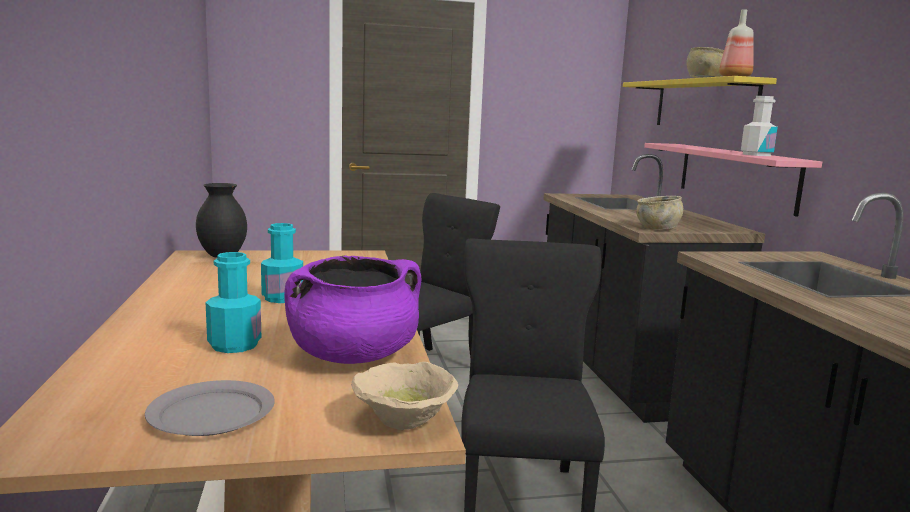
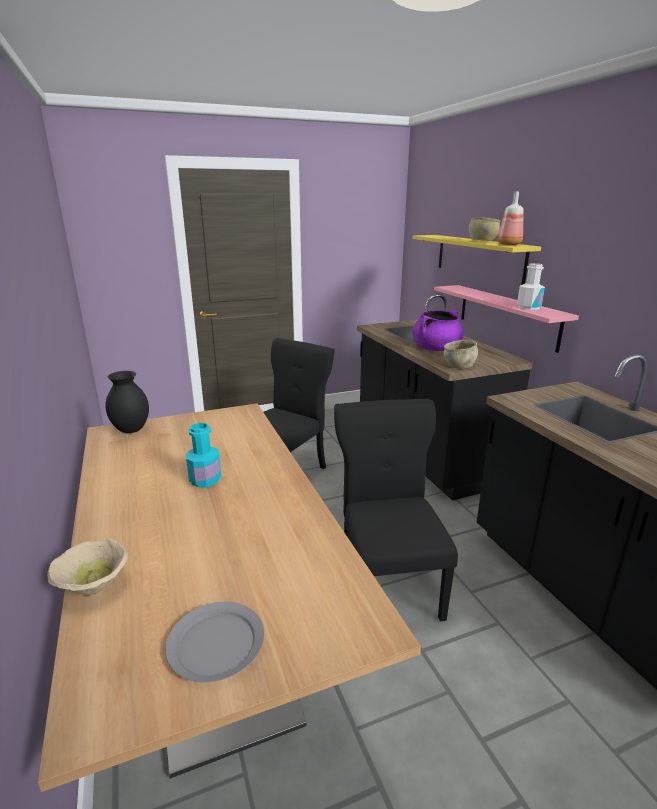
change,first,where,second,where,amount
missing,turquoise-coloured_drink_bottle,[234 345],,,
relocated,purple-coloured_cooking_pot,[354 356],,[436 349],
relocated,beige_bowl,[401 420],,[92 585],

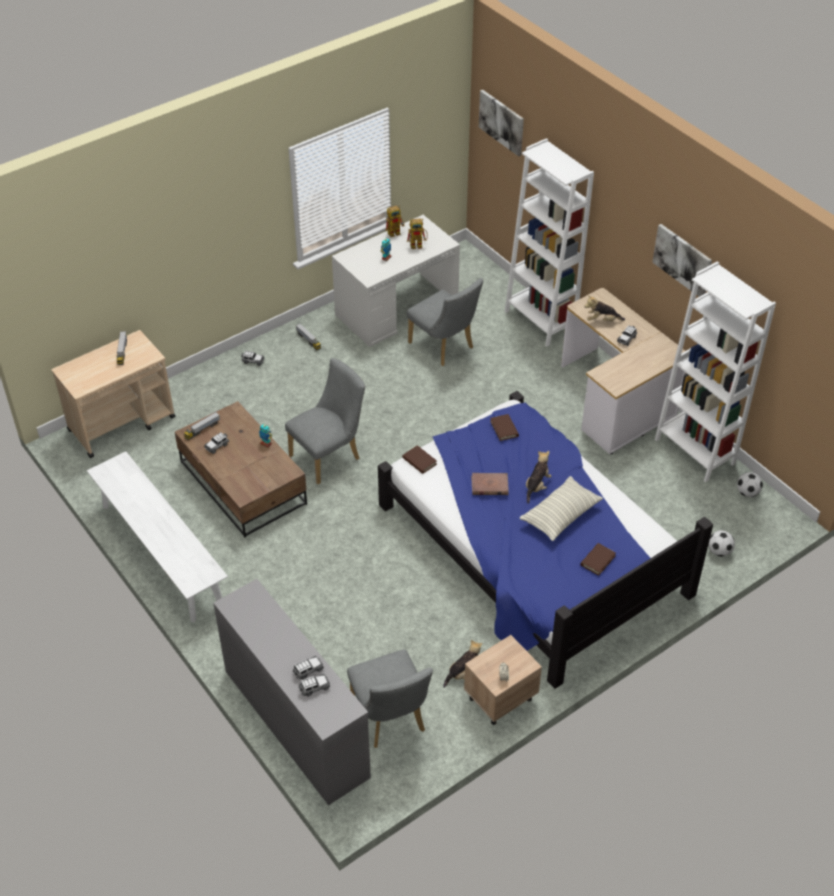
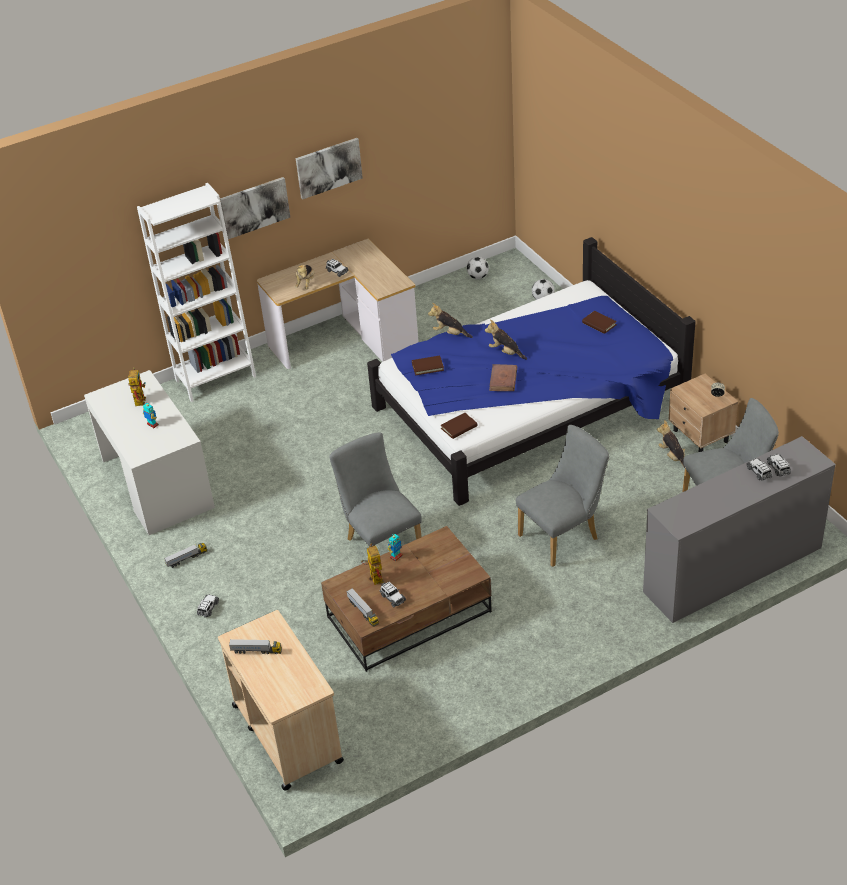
change,first,where,second,where,amount
missing,whitish_indoor_bench,[161 554],,,
relocated,toy_robot,[396 232],,[374 576],
relocated,gray_plain_chair,[444 347],,[563 535],
relocated,picture,[502 122],,[254 207],
missing,throw_pillow,[560 515],,,
missing,whitish_bookcase,[694 451],,,
appeared,,,cuddly_toy,[450 333],

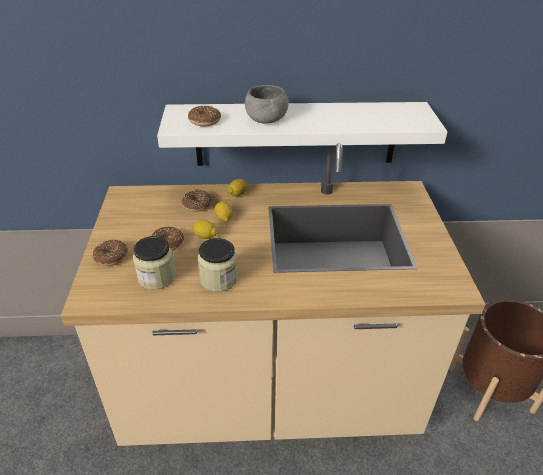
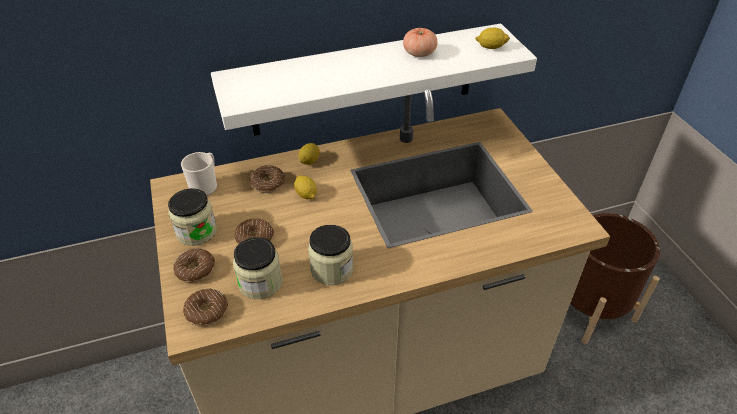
change,first,where,second,where,amount
relocated,donut,[205 121],,[207 312],
relocated,lemon,[205 236],,[491 47],
missing,gray_bowl,[266 120],,,
appeared,,,preserve_jar,[196 231],
appeared,,,tea_mug,[205 186],
appeared,,,fresh_tomato,[419 53],

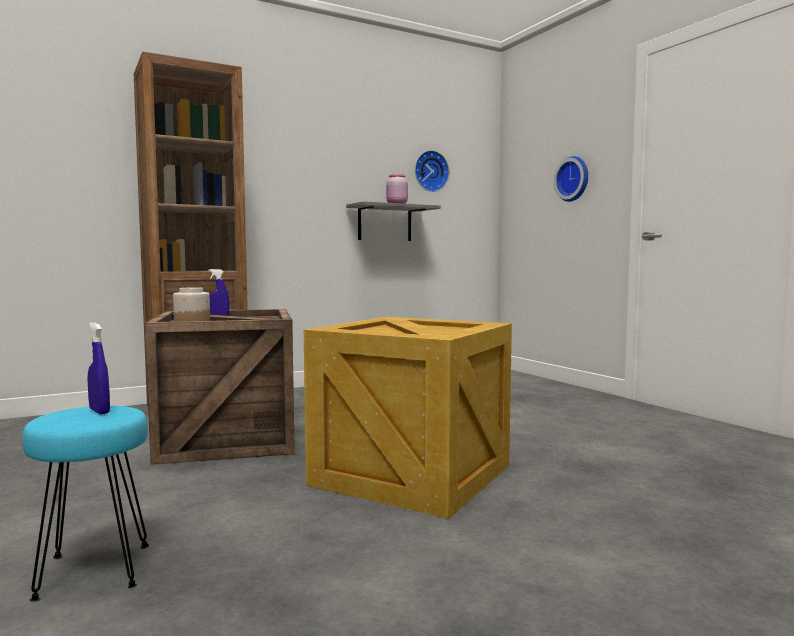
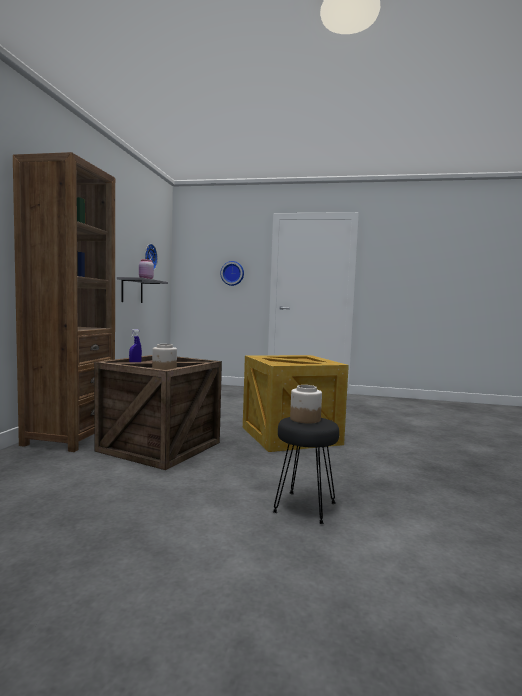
change,first,where,second,where,amount
colour,turquoise-coloured_stool_seat,[94 570],blackish_stool_seat,[304 507],
exchanged,bluish_hand_sprayer,[99 411],preserve_jar,[304 419],

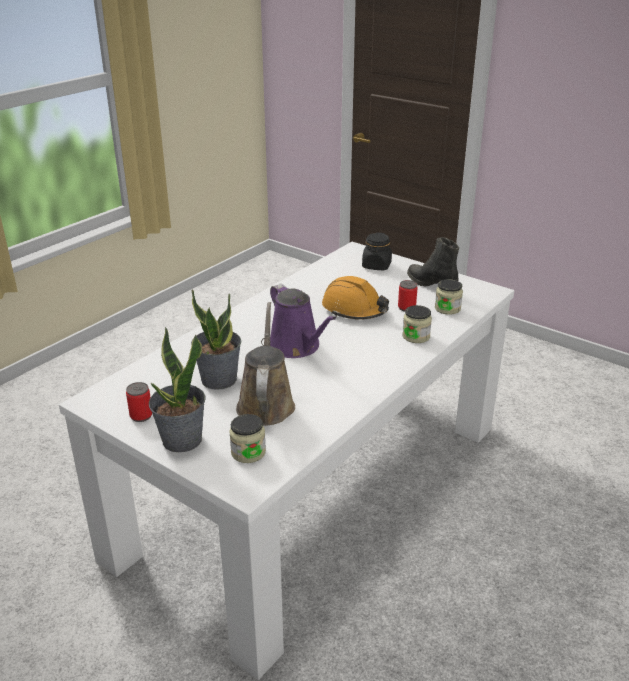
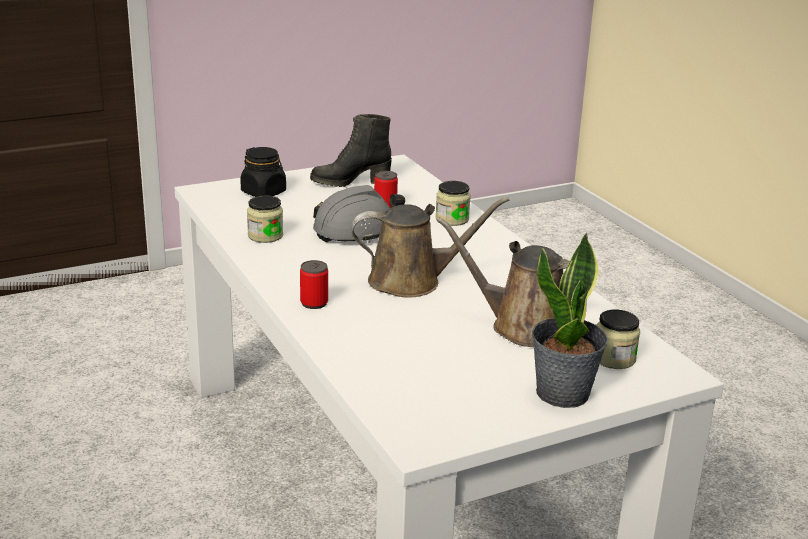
change,first,where,second,where,amount
relocated,sealed_can,[141 416],,[314 303],
missing,plant_in_a_pot,[219 379],,,
colour,purple-coloured_watering_can,[297 347],brown-coloured_watering_can,[412 281],
colour,orange-coloured_safety_helmet,[354 309],gray_safety_helmet,[358 231],
relocated,preserve_jar,[447 308],,[265 236],

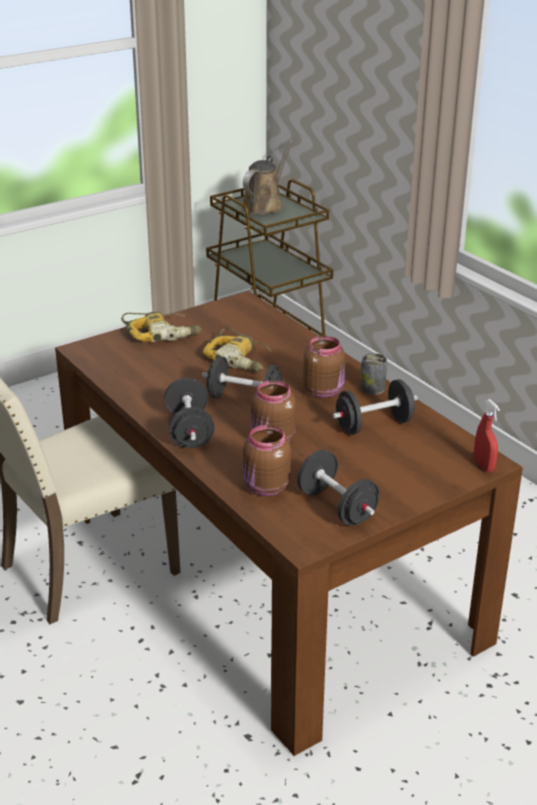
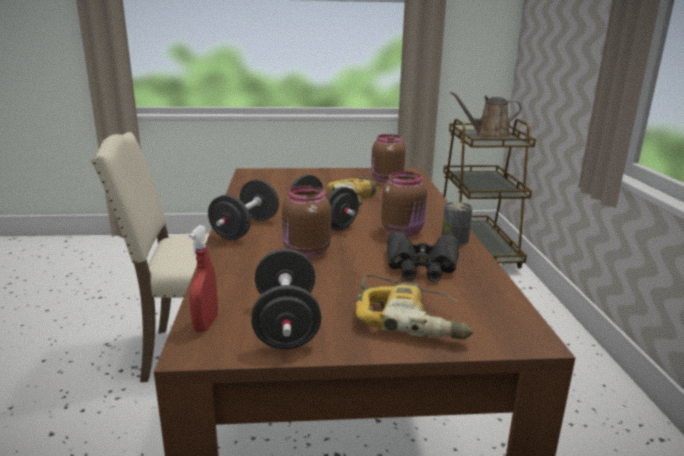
change,first,where,second,where,amount
relocated,drill,[162 333],,[411 319],
spun,brown-coloured_watering_can,[264 205],,[488 135],150 degrees counterclockwise
relocated,brown-coloured_preserve_jar,[265 487],,[386 180],
exchanged,blackish_free_weight,[374 425],blackish_pair_of_binoculars,[421 267],
relocated,red-coloured_hand_sprayer,[483 466],,[206 324],

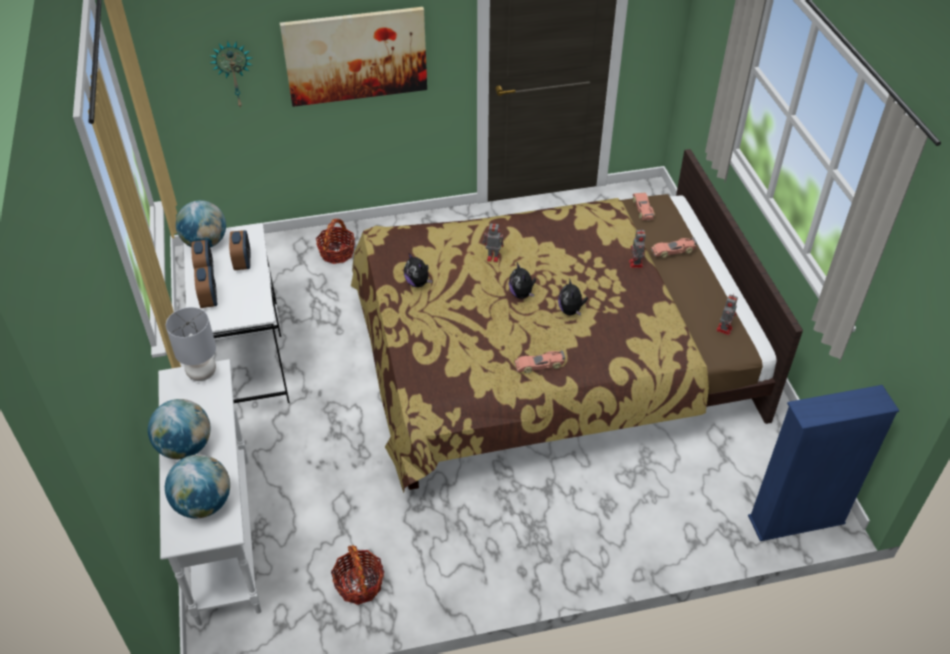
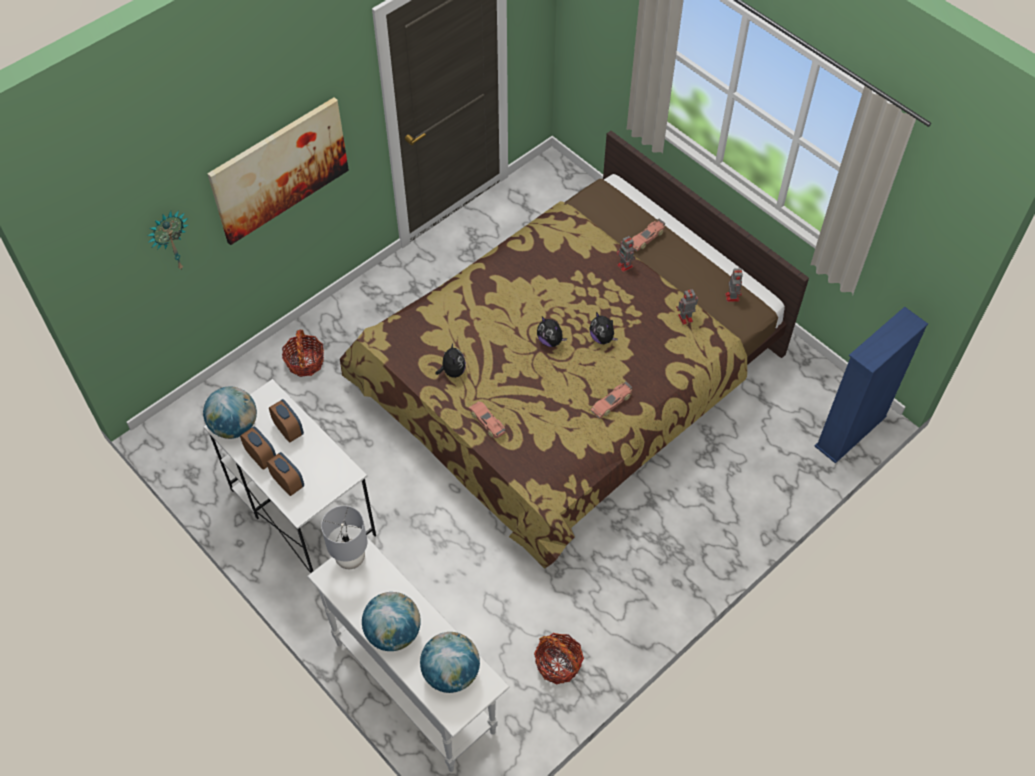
change,first,where,second,where,amount
spun,cuddly_toy,[418 283],,[452 371],120 degrees counterclockwise
relocated,toy_robot,[492 257],,[684 318],
relocated,miniature_car,[643 209],,[487 422],

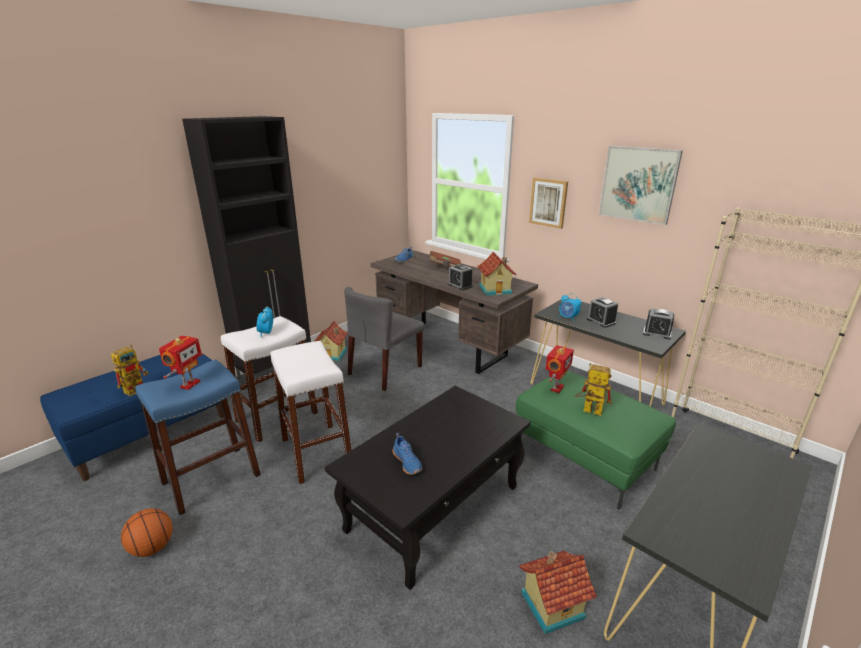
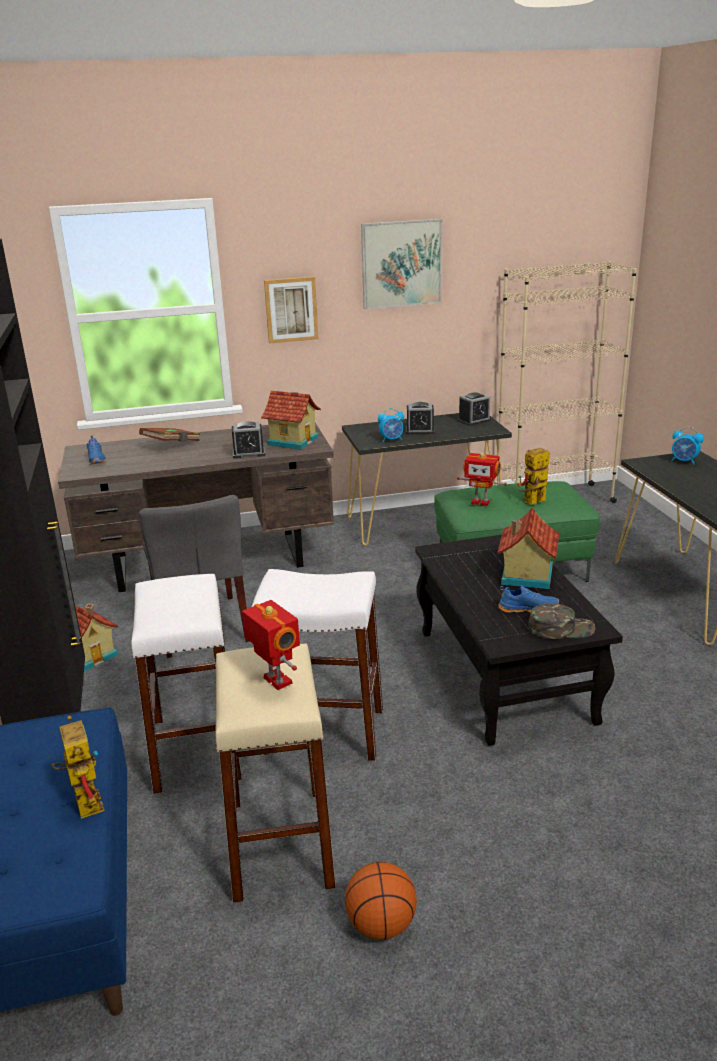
change,first,where,second,where,amount
colour,bluish_stool_seat,[211 478],beige_stool_seat,[280 843],
relocated,table_clock,[266 333],,[684 461],
relocated,miniature_house,[551 603],,[525 575],
spun,toy_robot,[556 388],,[480 502],135 degrees clockwise
appeared,,,greenish_peaked_cap,[561 628],

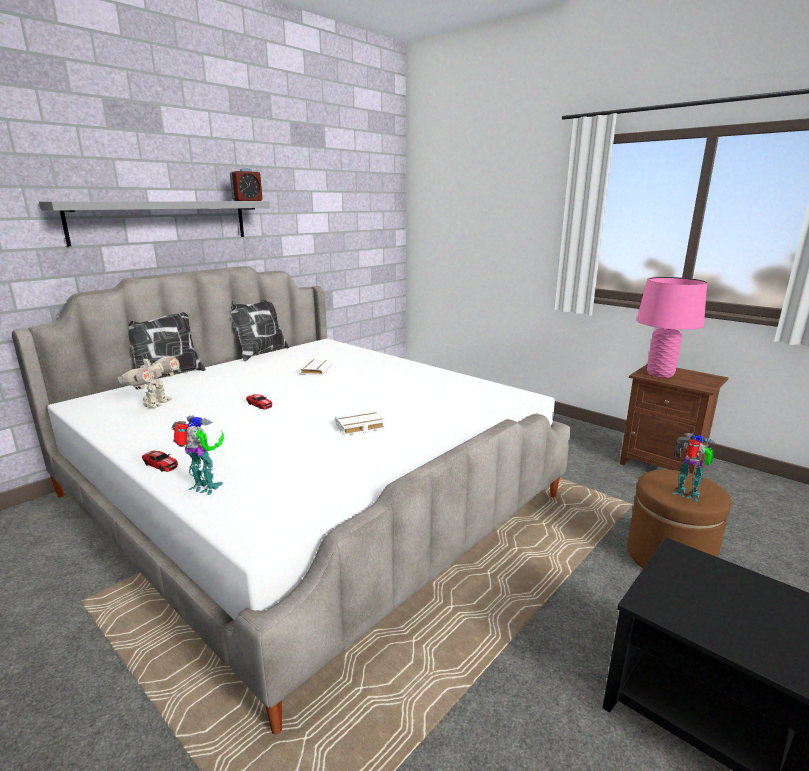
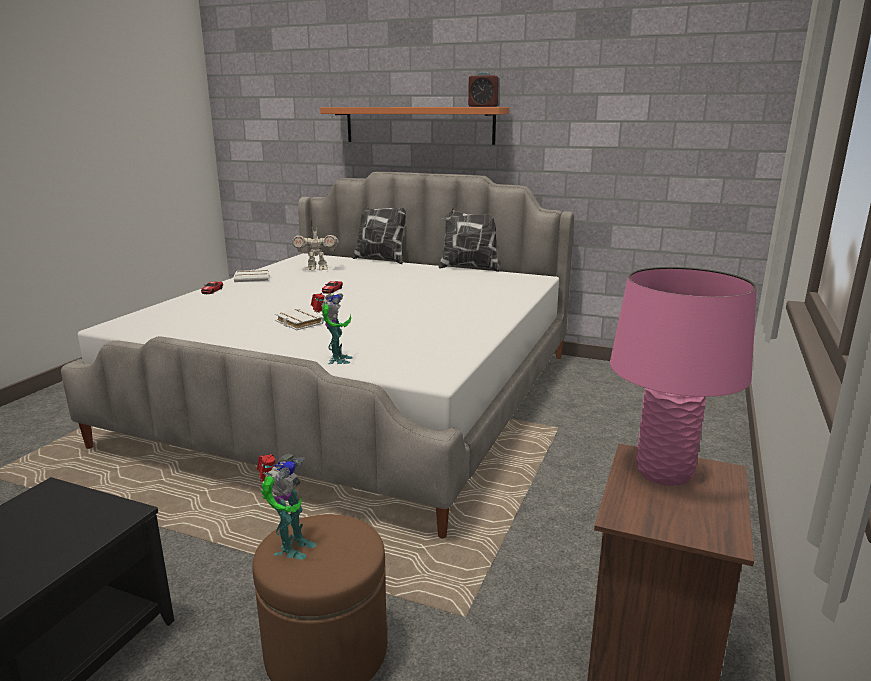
change,first,where,second,where,amount
colour,gray_shelf,[162 221],orange-coloured_shelf,[418 125],
relocated,toy_robot,[205 489],,[336 360],
relocated,whitish_volume,[315 370],,[253 279],

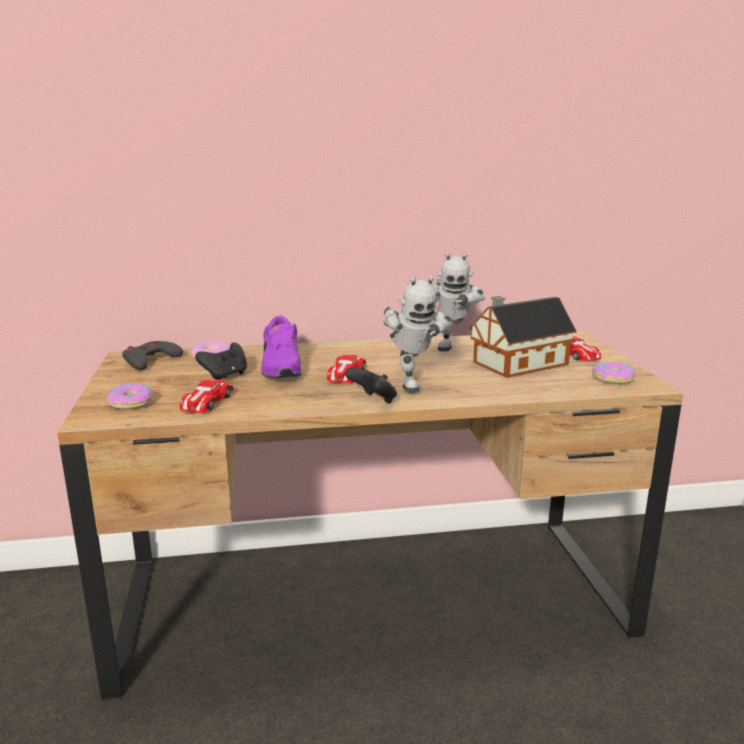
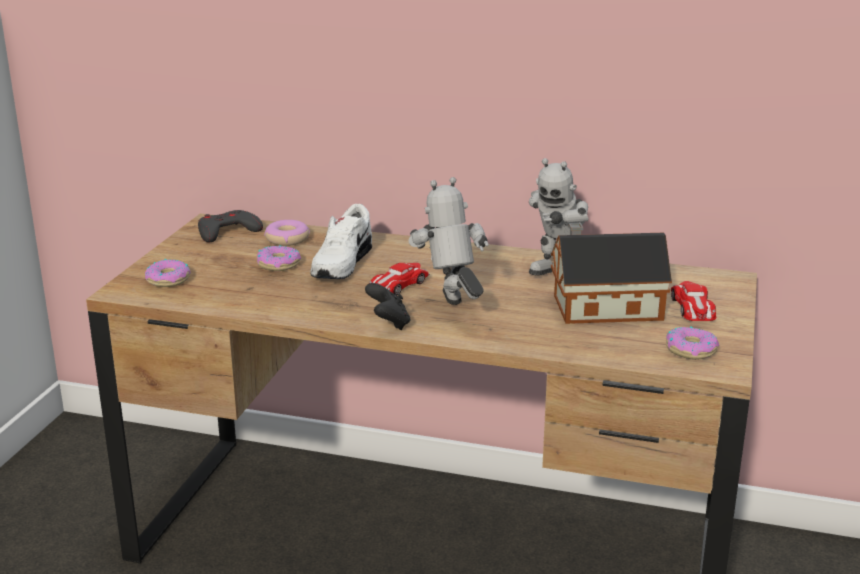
change,first,where,second,where,amount
missing,miniature_car,[206 402],,,
exchanged,blackish_gamepad,[225 376],donut,[278 264],
colour,purple-coloured_item_of_footwear,[280 368],whitish_item_of_footwear,[340 264],
spun,toy_robot,[411 383],,[452 309],150 degrees clockwise

